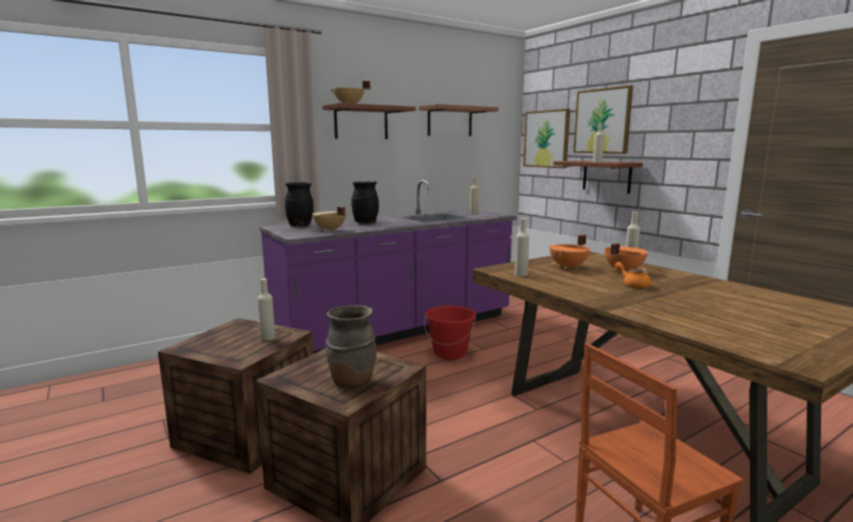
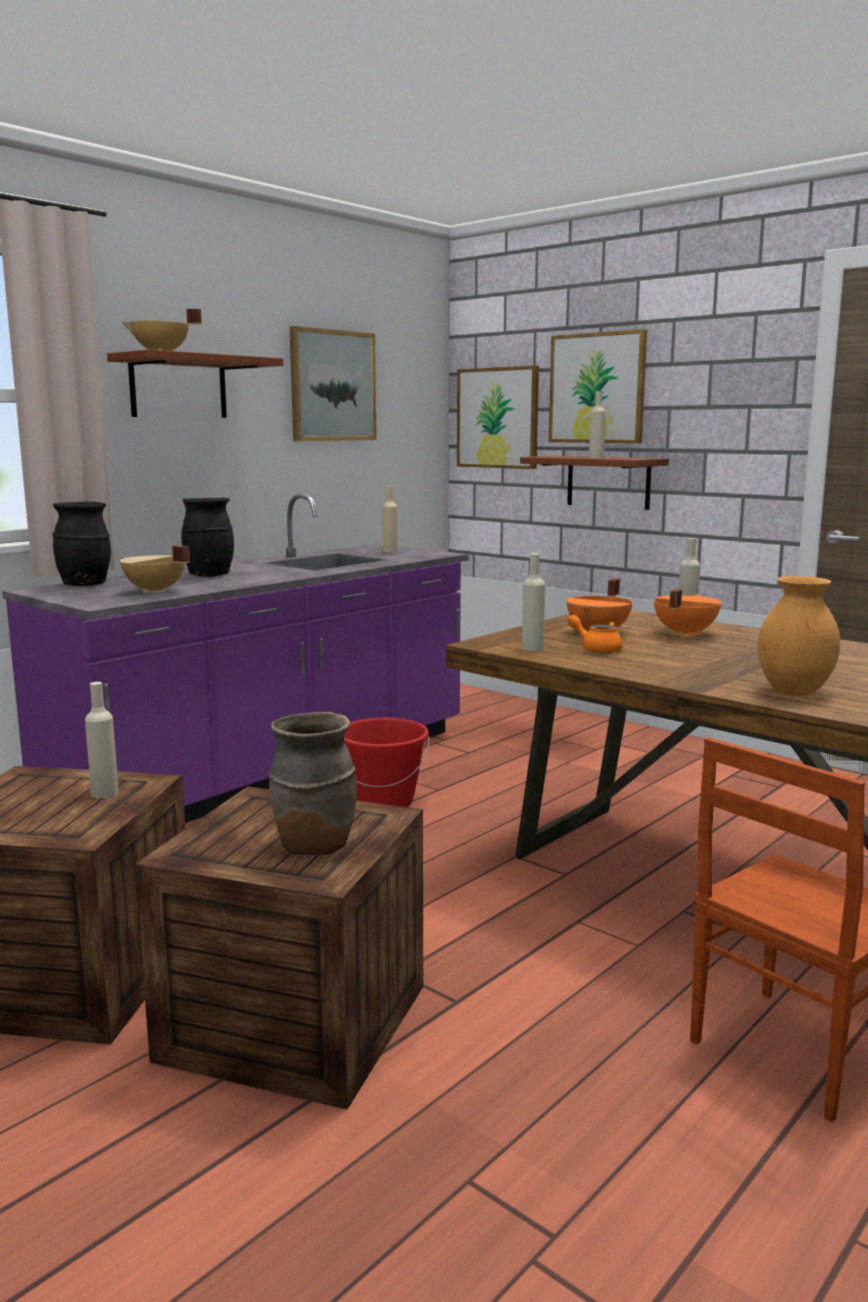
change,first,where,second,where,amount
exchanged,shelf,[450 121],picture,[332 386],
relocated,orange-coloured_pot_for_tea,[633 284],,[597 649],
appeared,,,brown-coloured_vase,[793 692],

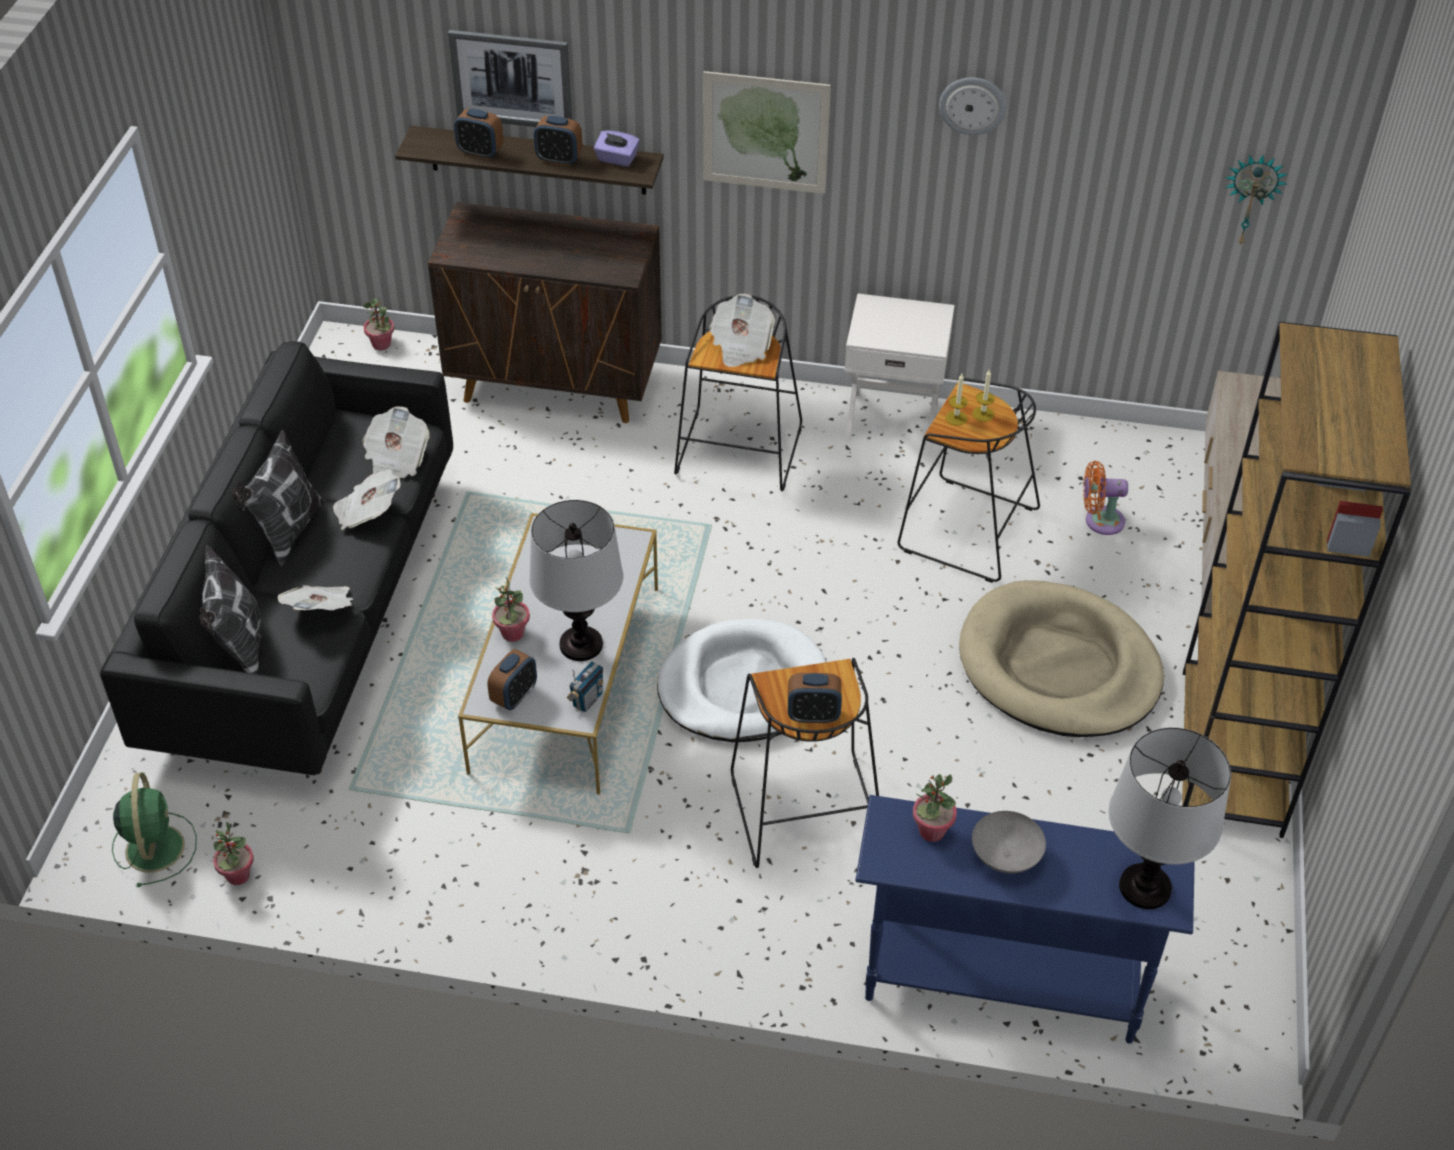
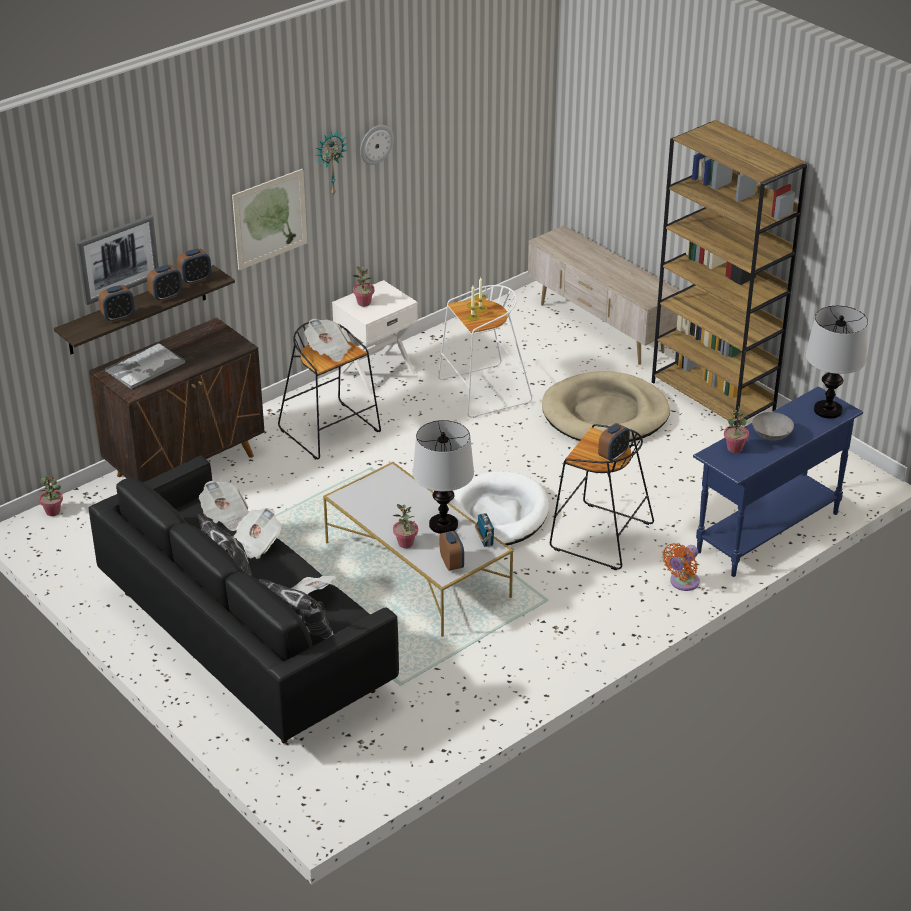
change,first,where,second,where,amount
missing,greenish_electric_fan,[155 846],,,
relocated,plant_in_a_pot,[238 875],,[364 303],
exchanged,purple-coloured_tissue_box,[616 159],table_clock,[195 279],
colour,blackish_stool_seat,[965 530],whitish_stool_seat,[483 392],
relocated,orange-coloured_electric_fan,[1100 520],,[682 583],
relocated,clock_on_the_wall,[1251 198],,[330 162],
appeared,,,serving_tray,[144 367],

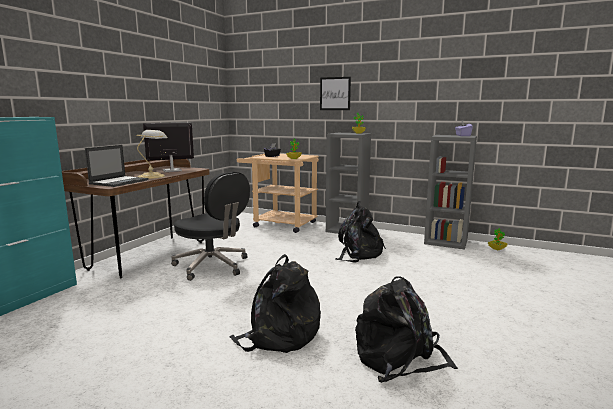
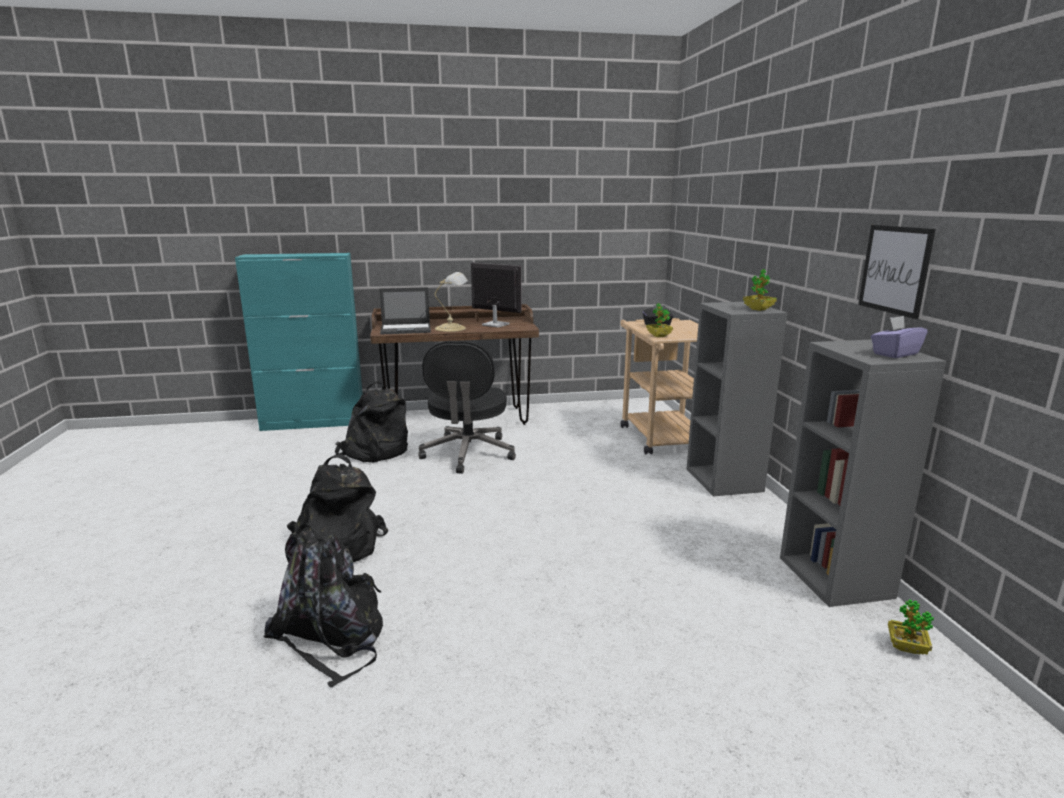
change,first,where,second,where,amount
relocated,picture,[335 93],,[895 269],
relocated,blackish_backpack,[358 253],,[374 452],

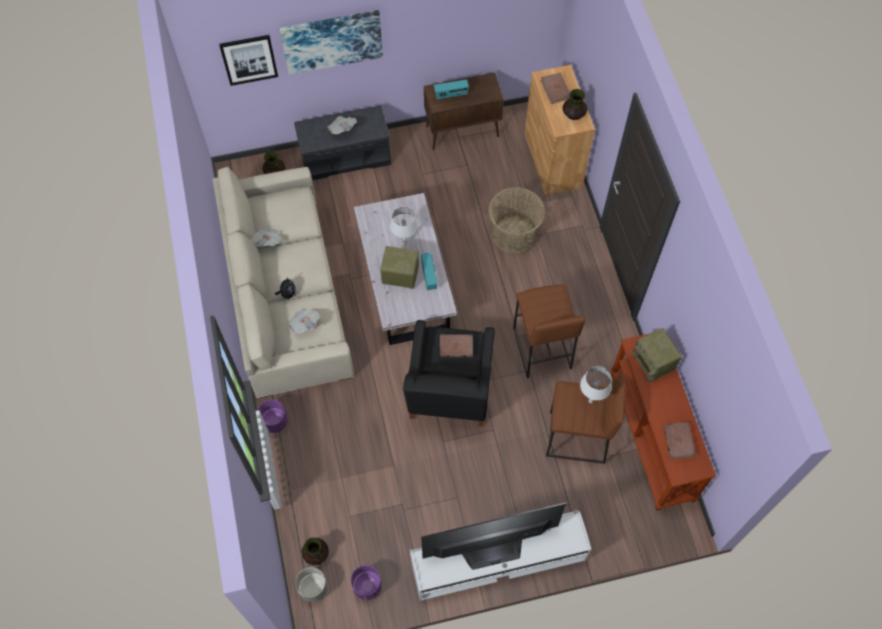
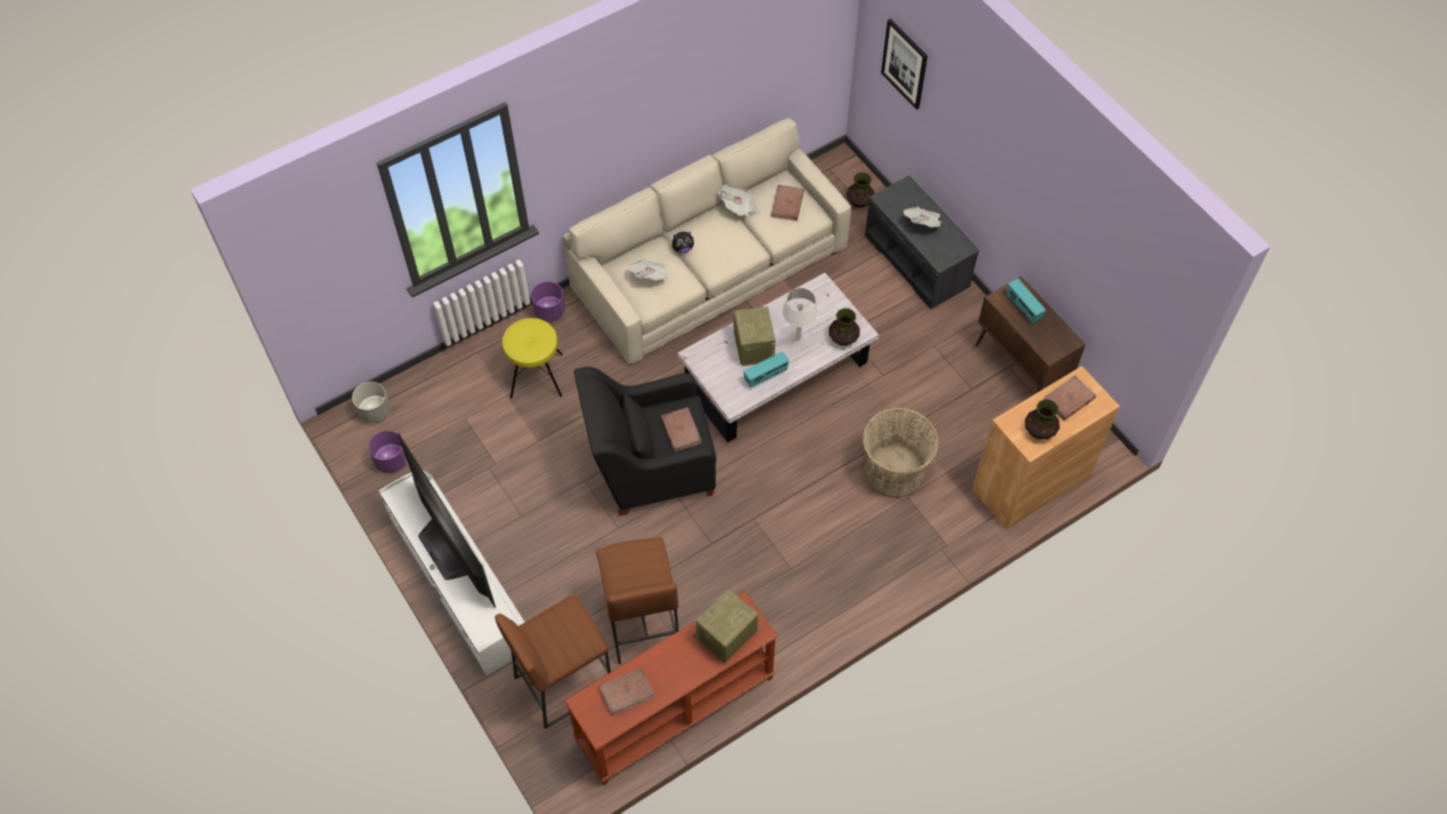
change,first,where,second,where,amount
missing,picture,[332 41],,,
relocated,vase,[316 554],,[843 338],
relocated,brown-coloured_stool_seat,[541 348],,[563 682],
missing,whitish_lamp_for_a_table,[591 401],,,
appeared,,,yellow-coloured_stool_seat,[536 375],
appeared,,,brown-coloured_volume,[787 204],

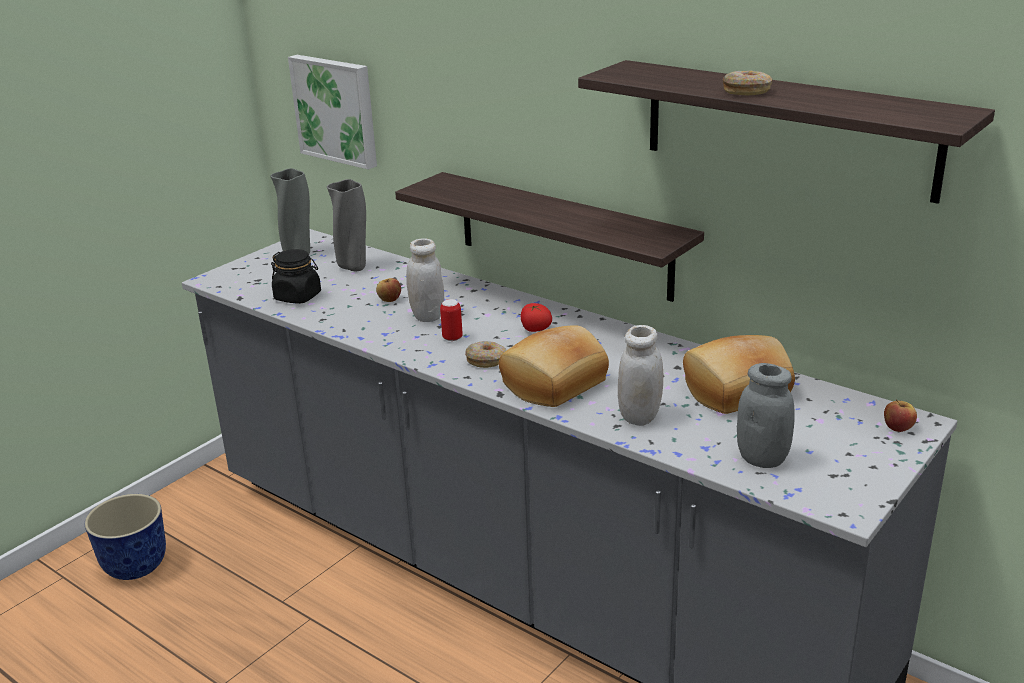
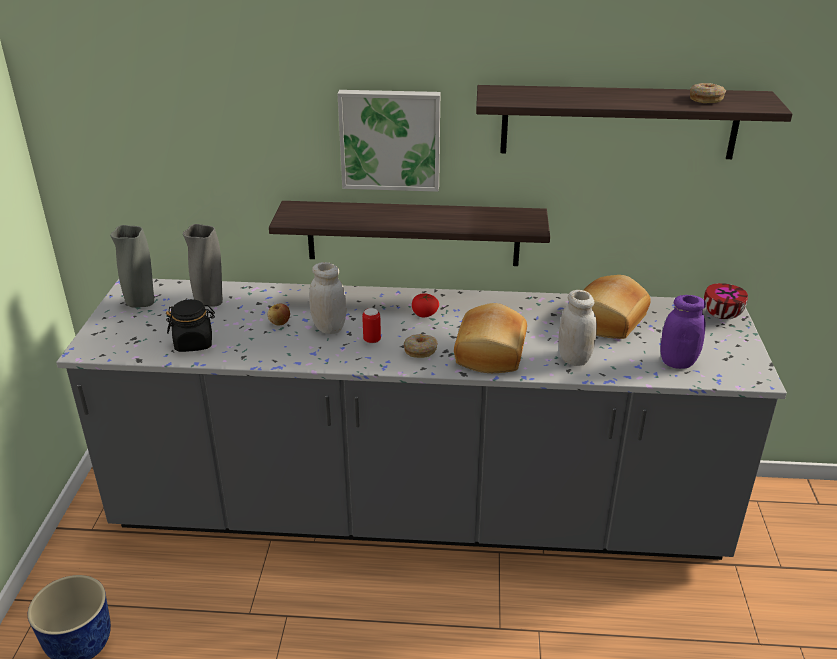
change,first,where,second,where,amount
relocated,picture,[336 110],,[390 139],
relocated,donut,[747 91],,[706 99],
colour,gray_preserve_jar,[762 459],purple-coloured_preserve_jar,[677 362],
exchanged,apple,[897 428],bowl,[721 315],

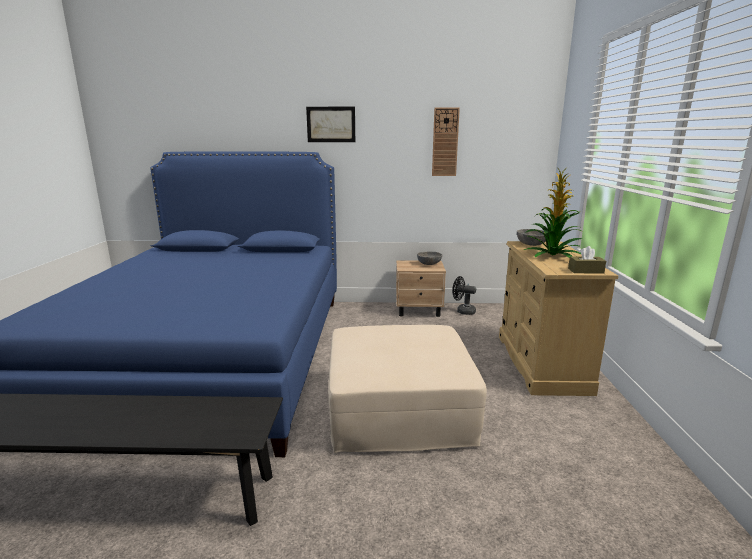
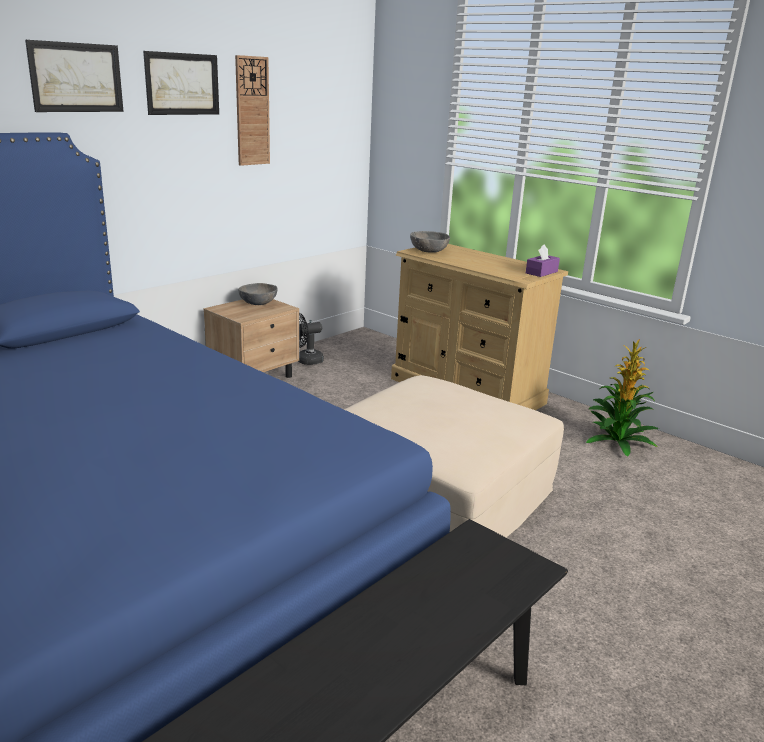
change,first,where,second,where,amount
relocated,plant_in_a_pot,[552 255],,[618 442],
colour,brown-coloured_tissue_box,[585 271],purple-coloured_tissue_box,[541 272],
appeared,,,picture,[182 84],

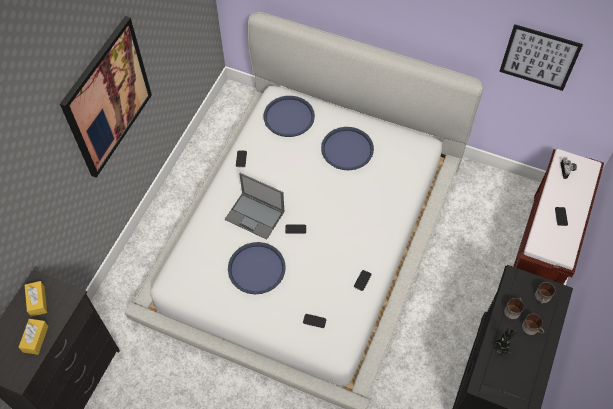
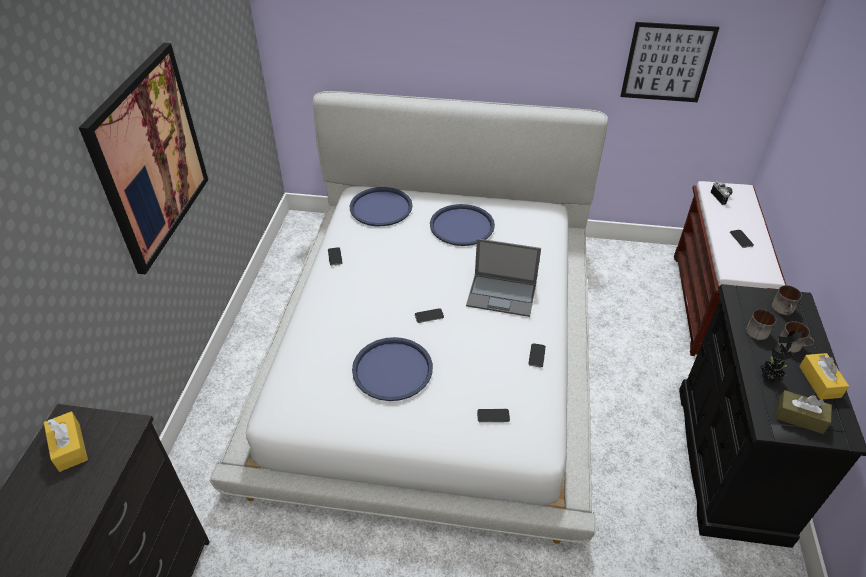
change,first,where,second,where,amount
relocated,yellow-coloured_tissue_box,[35 339],,[819 381],
relocated,laptop,[255 215],,[502 295],
appeared,,,brown-coloured_tissue_box,[799 417],

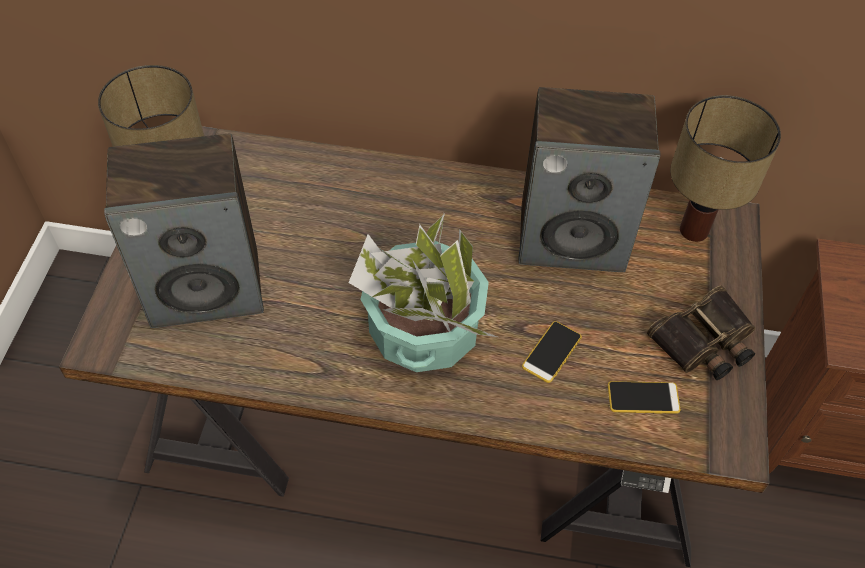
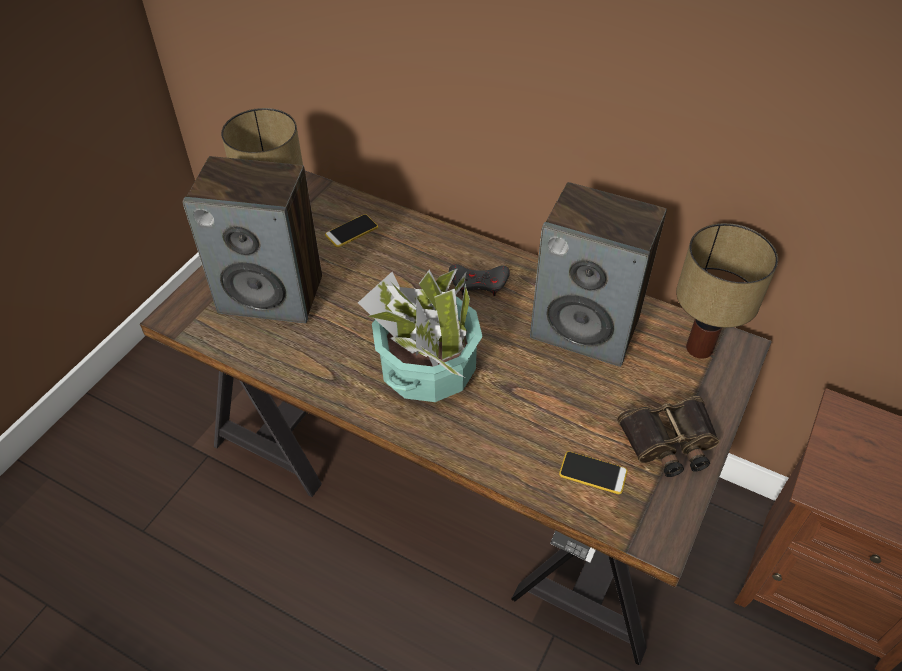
change,first,where,second,where,amount
relocated,handset,[551 352],,[351 231],
appeared,,,gray_gamepad,[479 283],

